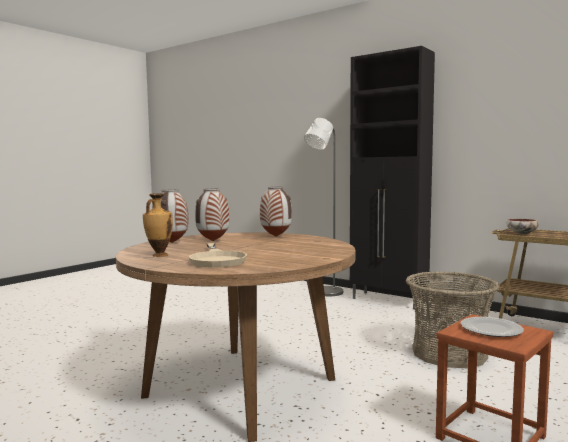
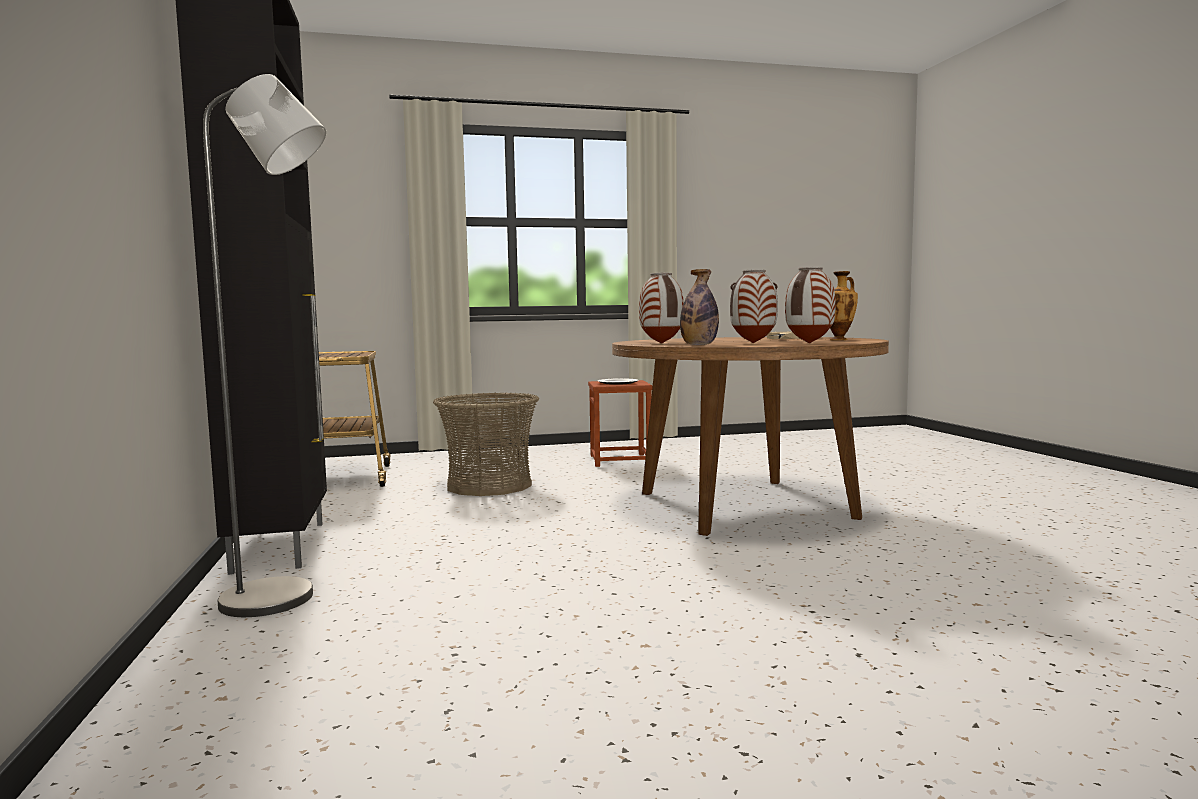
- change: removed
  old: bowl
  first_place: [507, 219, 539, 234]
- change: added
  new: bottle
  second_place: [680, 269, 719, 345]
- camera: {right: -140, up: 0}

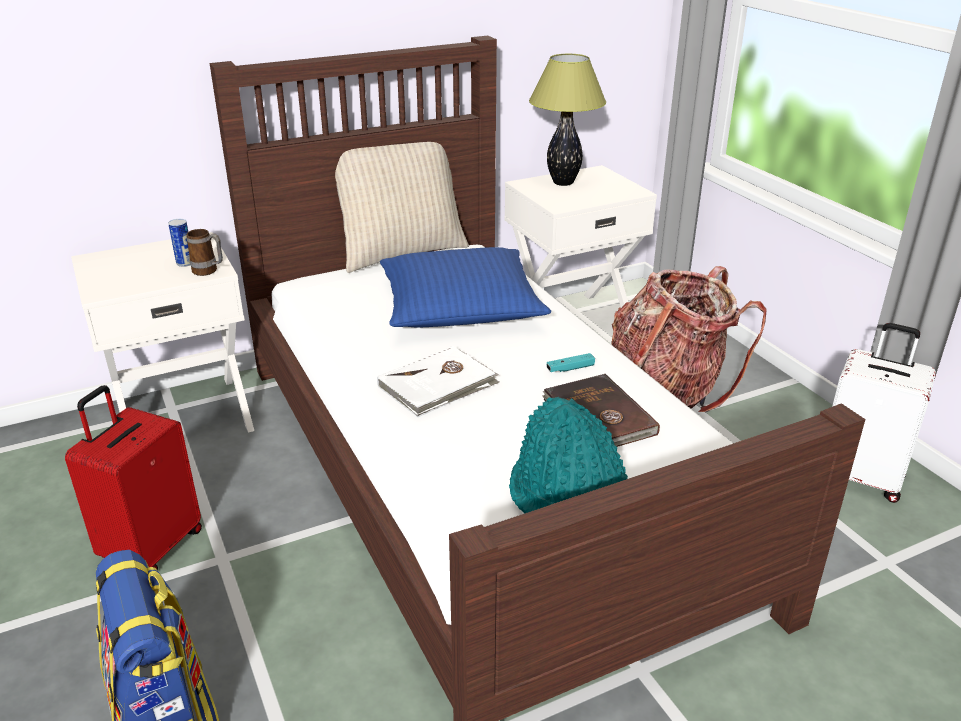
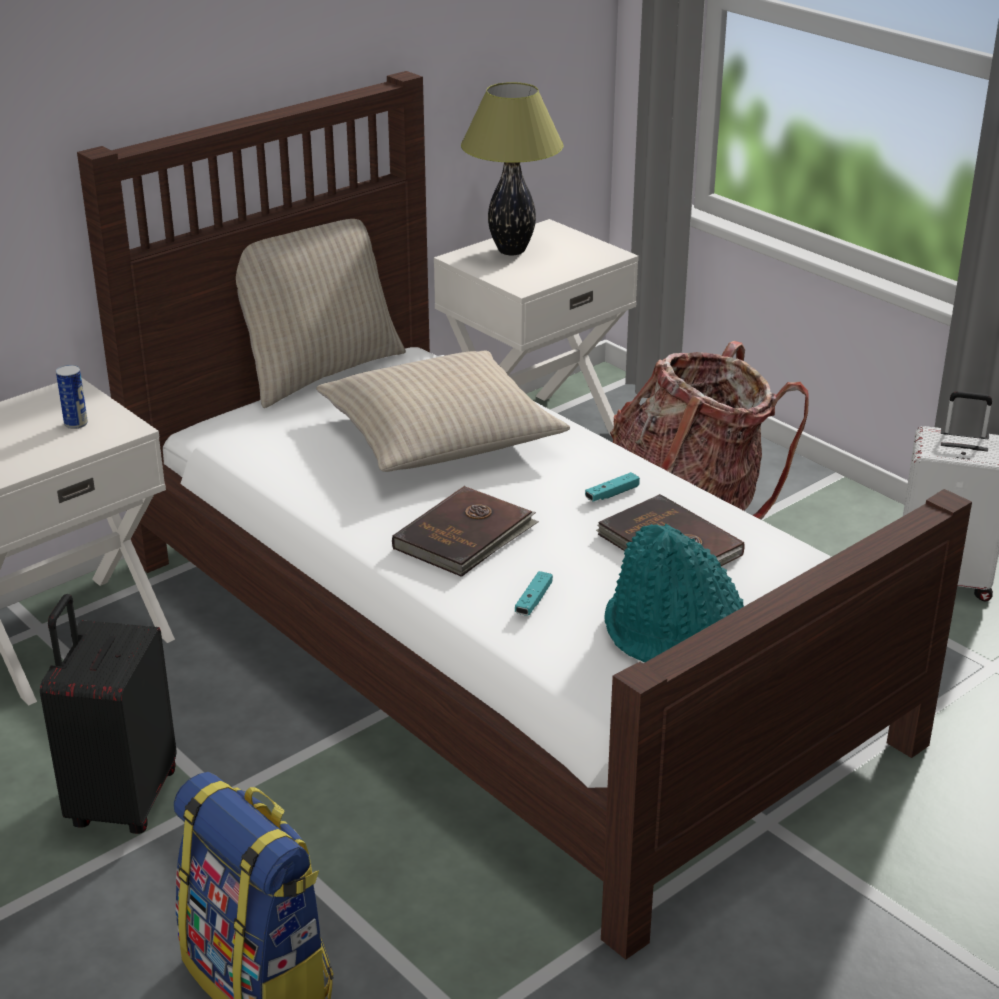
- change: removed
  old: mug
  first_place: [187, 229, 223, 276]
- change: added
  new: turquoise game controller
  second_place: [515, 571, 553, 616]
- change: recoloured
  old: red suitcase
  new: black suitcase
  first_place: [65, 385, 202, 571]
  second_place: [40, 594, 177, 834]
- change: recoloured
  old: white book
  new: brown book
  first_place: [377, 346, 499, 417]
  second_place: [392, 486, 539, 577]
- change: recoloured
  old: blue pillow
  new: beige pillow
  first_place: [380, 247, 551, 327]
  second_place: [316, 350, 570, 472]
- camera: {right: -15, up: 0}

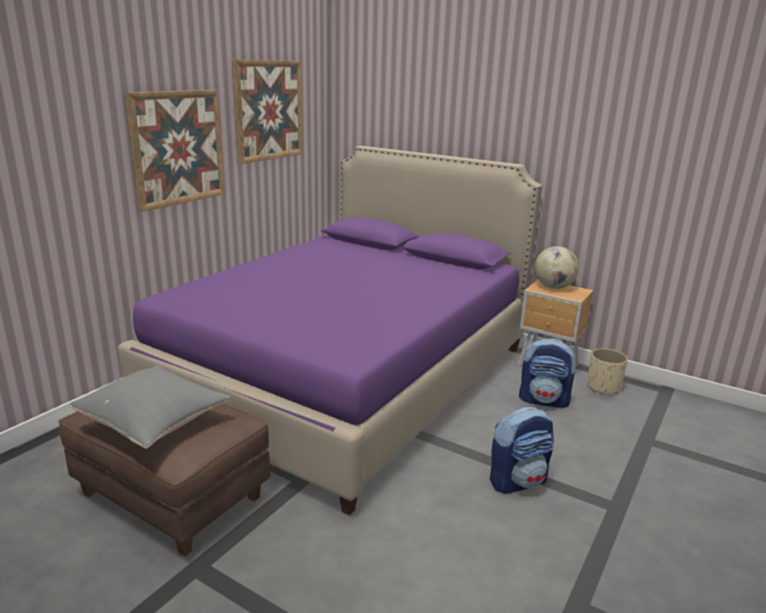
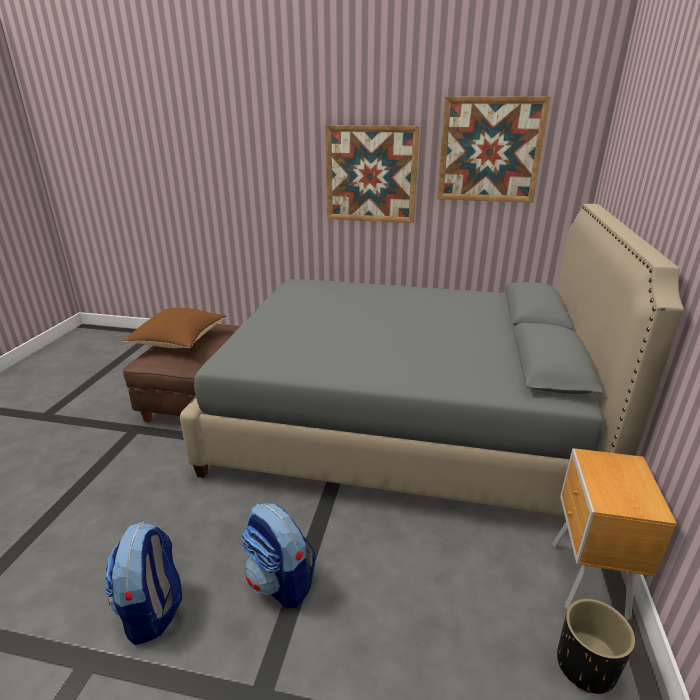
- change: removed
  old: globe
  first_place: [535, 246, 579, 289]
- change: moved
  old: backpack
  first_place: [519, 338, 577, 408]
  second_place: [105, 522, 182, 645]
- change: recoloured
  old: grey pillow
  new: brown pillow
  first_place: [70, 365, 232, 449]
  second_place: [123, 308, 226, 348]
- change: recoloured
  old: purple bed
  new: grey bed
  first_place: [118, 146, 542, 516]
  second_place: [180, 204, 684, 516]
- change: recoloured
  old: beige planter
  new: black planter
  first_place: [587, 348, 628, 395]
  second_place: [557, 599, 635, 694]
- camera: {right: 70, up: 5}

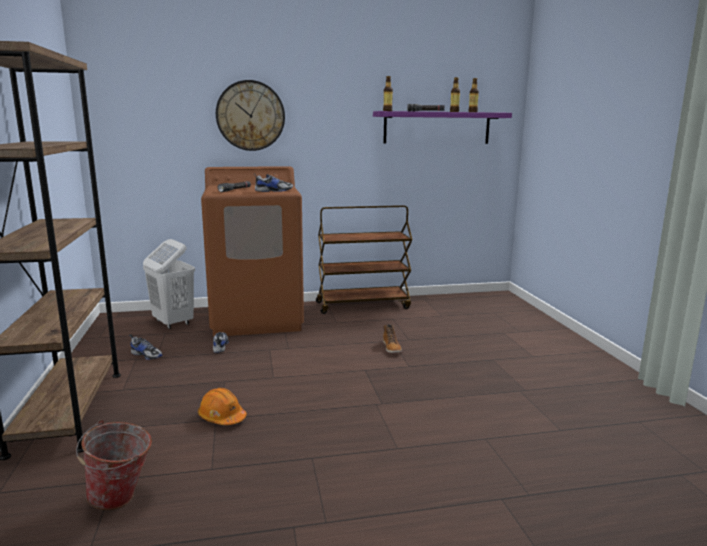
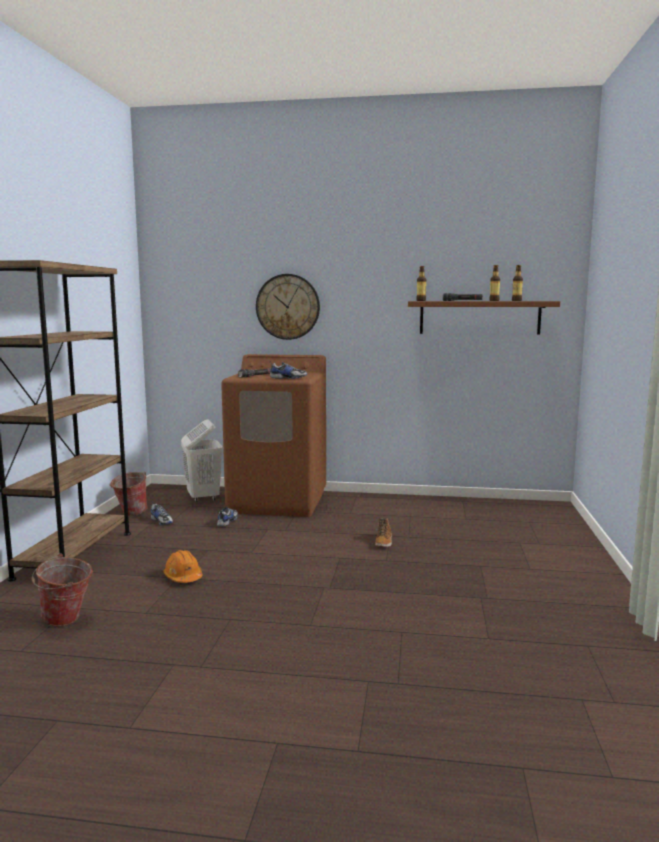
- change: removed
  old: brown cart
  first_place: [316, 205, 412, 314]
- change: added
  new: bucket
  second_place: [109, 472, 148, 516]
- change: recoloured
  old: purple shelf
  new: brown shelf
  first_place: [373, 111, 512, 144]
  second_place: [408, 301, 560, 335]
- camera: {right: 20, up: -5}

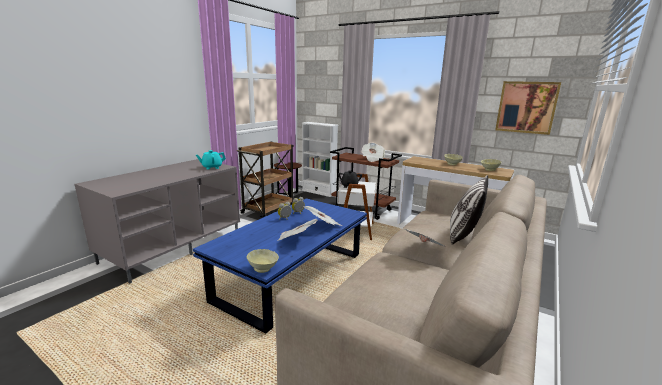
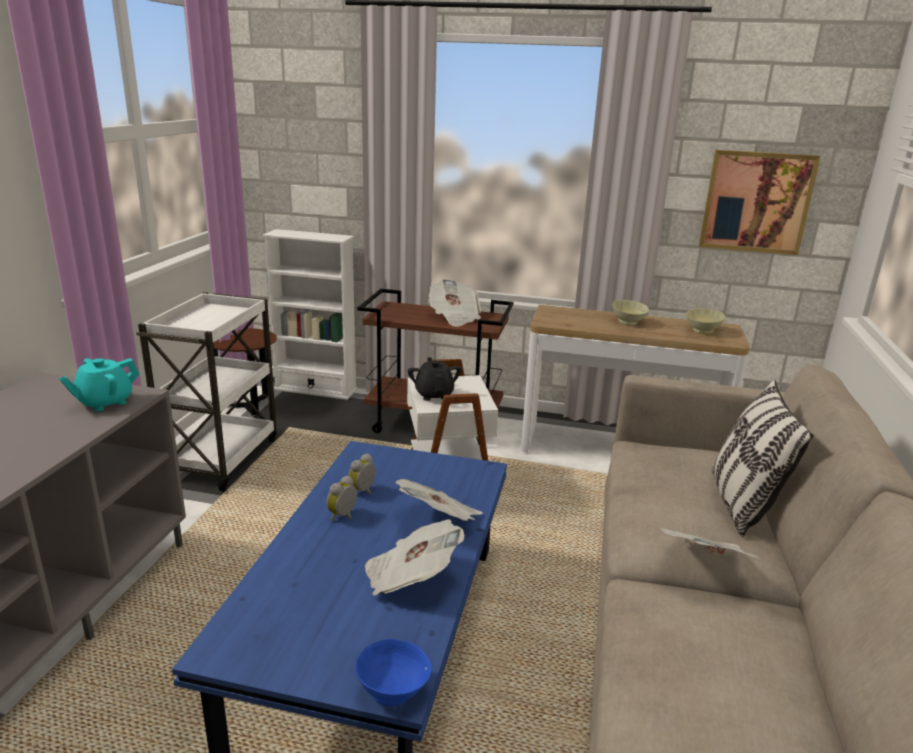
- change: recoloured
  old: brown cart
  new: white cart
  first_place: [237, 141, 294, 218]
  second_place: [136, 292, 277, 492]
- change: recoloured
  old: beige bowl
  new: blue bowl
  first_place: [247, 249, 279, 273]
  second_place: [355, 639, 432, 706]
- camera: {right: -20, up: 5}

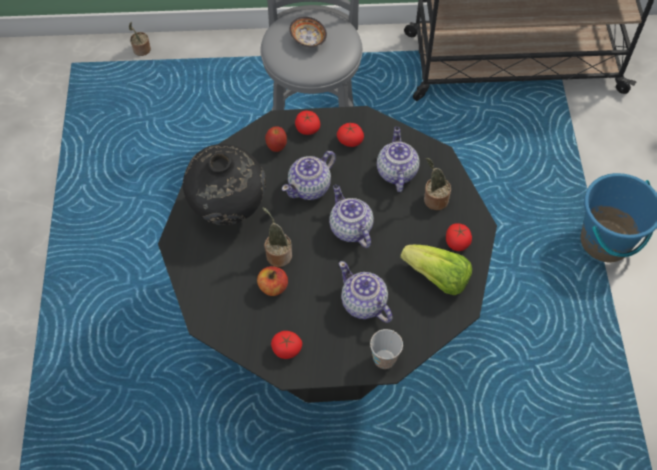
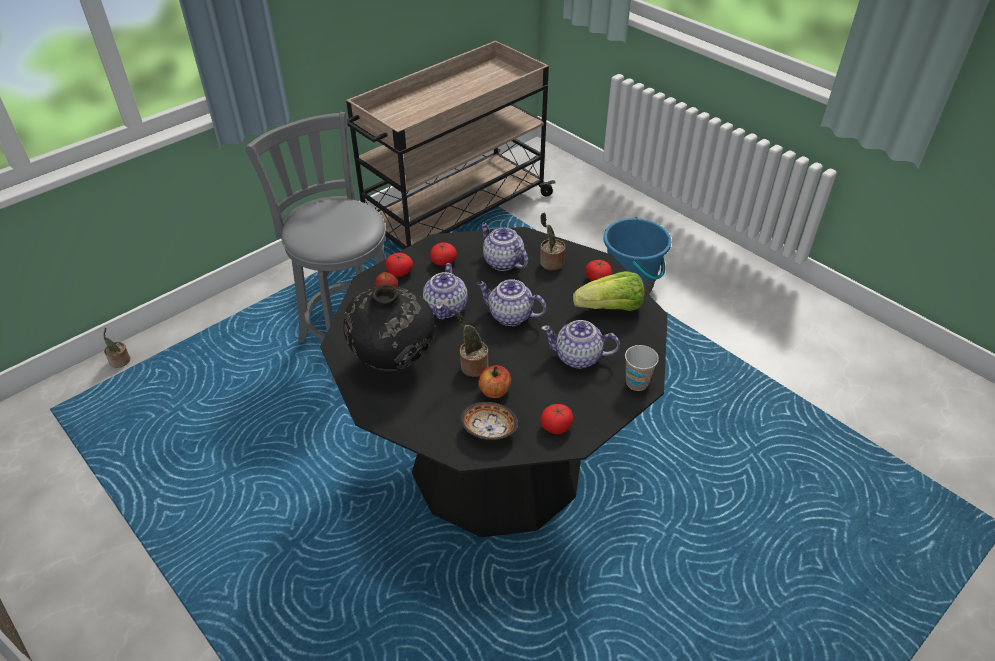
- change: moved
  old: bowl
  first_place: [289, 17, 327, 47]
  second_place: [460, 402, 518, 440]
- camera: {right: -40, up: -15}

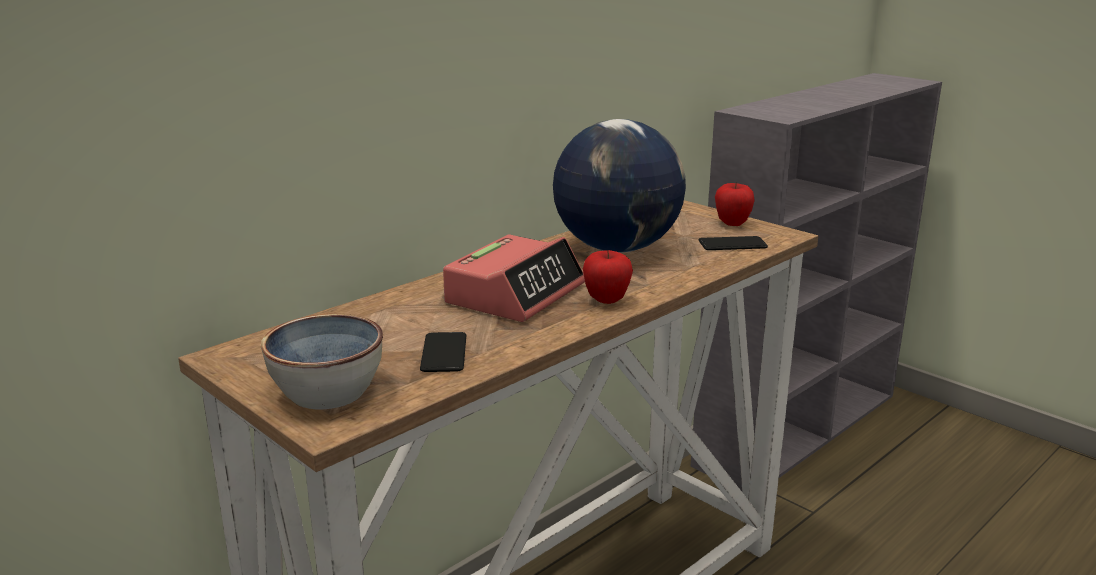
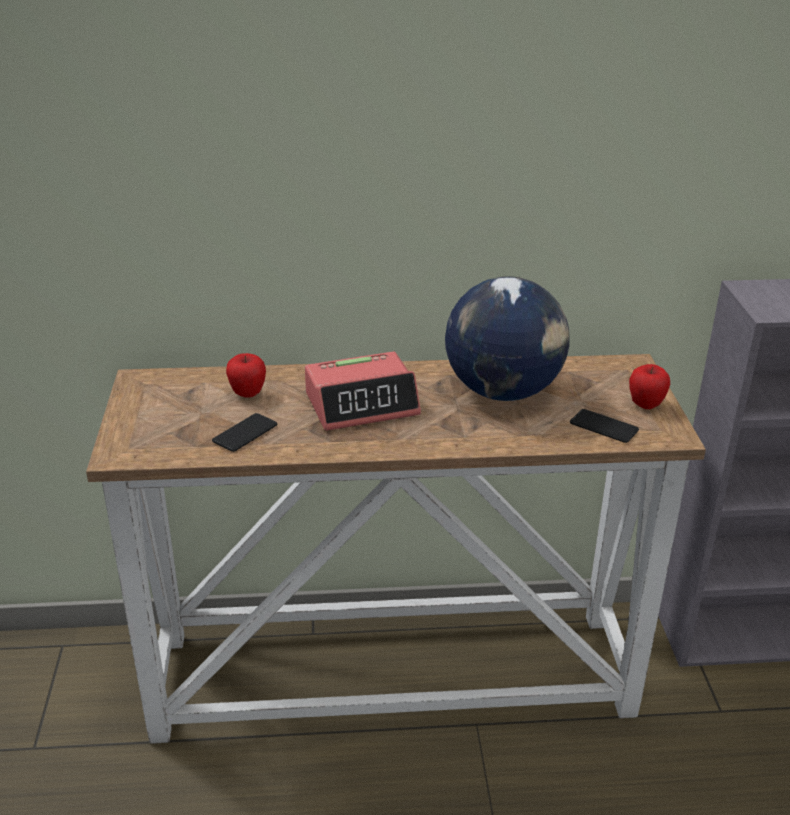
- change: removed
  old: bowl
  first_place: [261, 314, 383, 409]
- change: moved
  old: apple
  first_place: [583, 250, 633, 304]
  second_place: [226, 353, 266, 397]
- camera: {right: 40, up: 10}

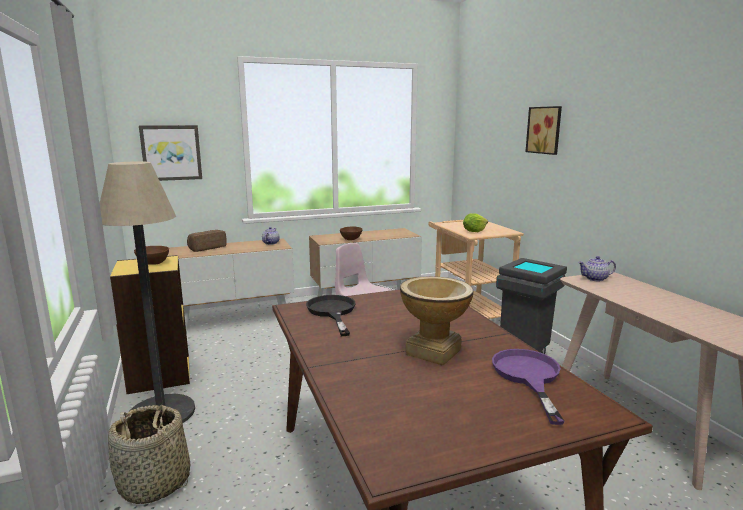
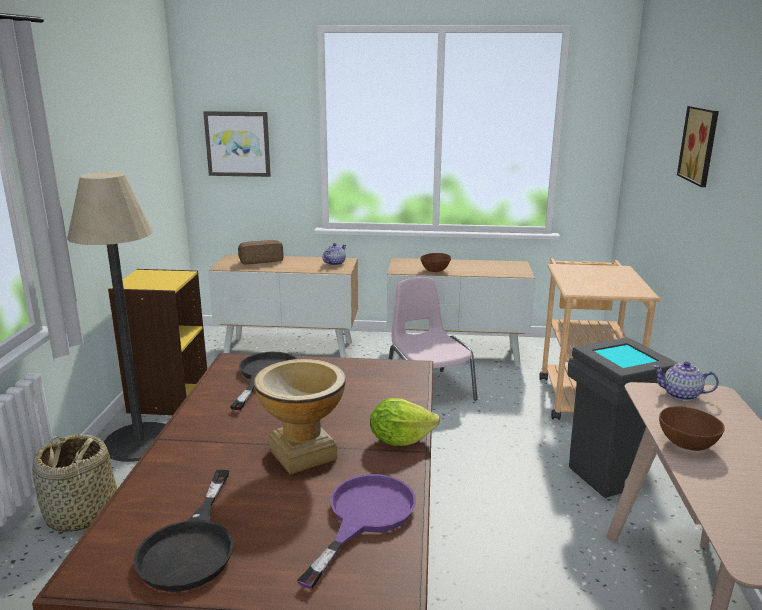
- change: added
  new: black frying pan
  second_place: [134, 470, 234, 592]
- change: moved
  old: brown bowl
  first_place: [134, 246, 169, 265]
  second_place: [659, 406, 725, 451]
- change: moved
  old: lettuce
  first_place: [463, 214, 488, 232]
  second_place: [370, 398, 440, 446]
- camera: {right: 25, up: 5}

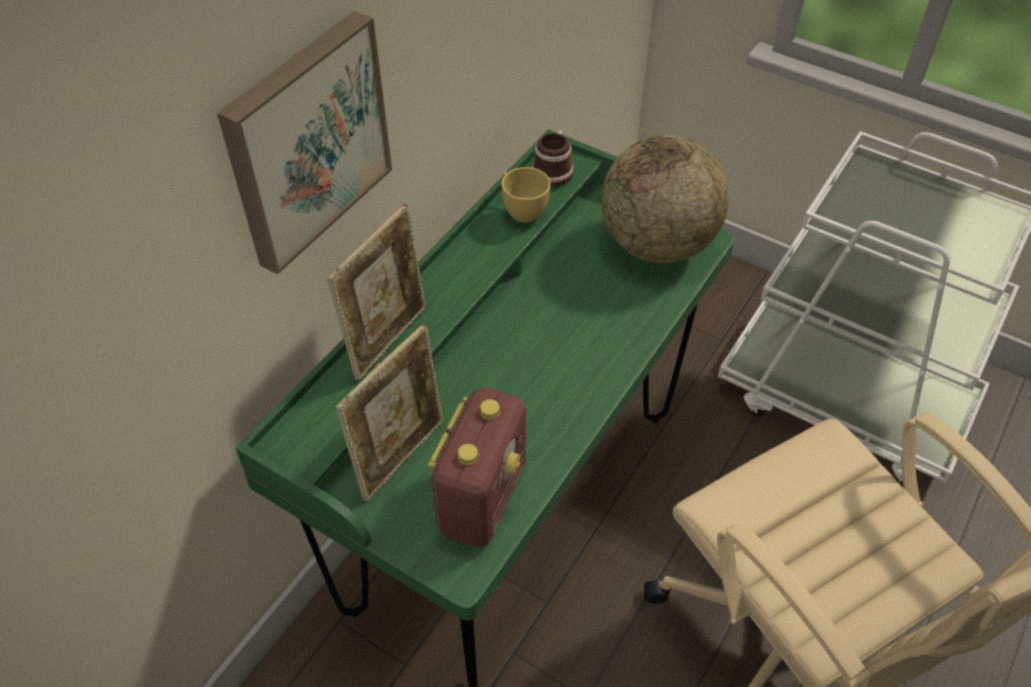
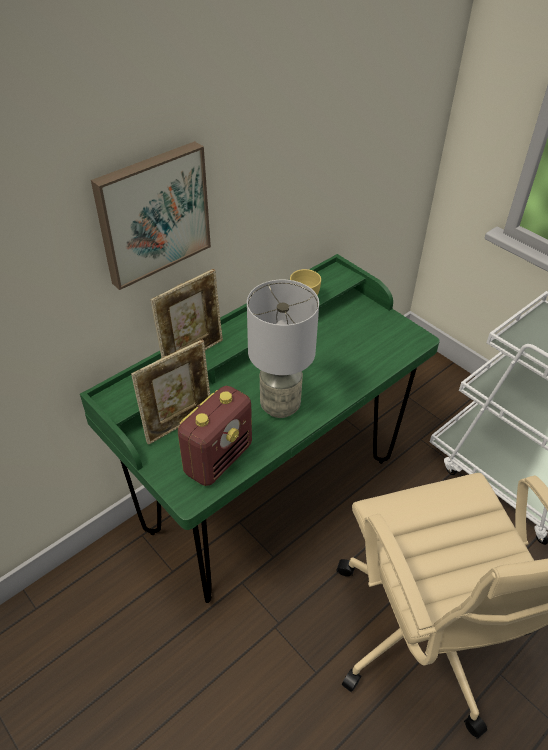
- change: removed
  old: mug
  first_place: [532, 130, 573, 187]
- change: removed
  old: globe
  first_place: [601, 135, 729, 263]
- change: added
  new: grey table lamp
  second_place: [247, 280, 319, 418]
- camera: {right: 15, up: -5}

